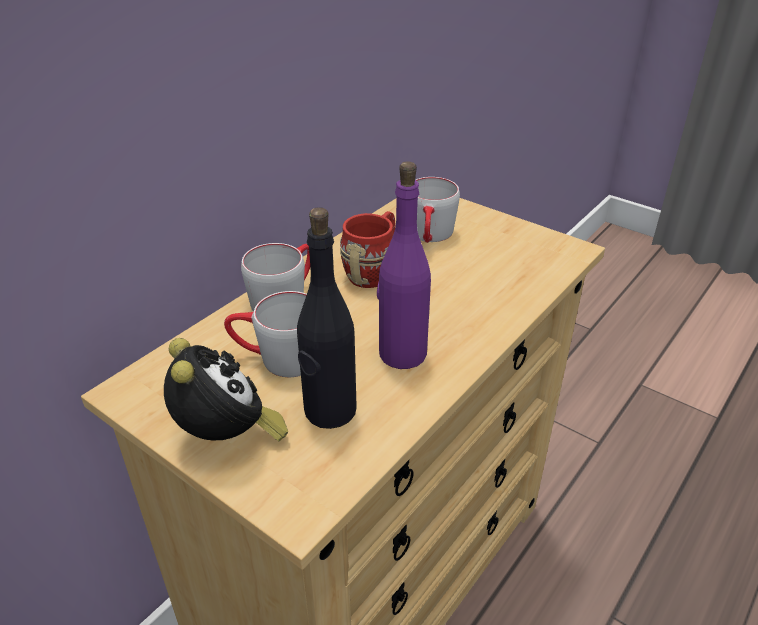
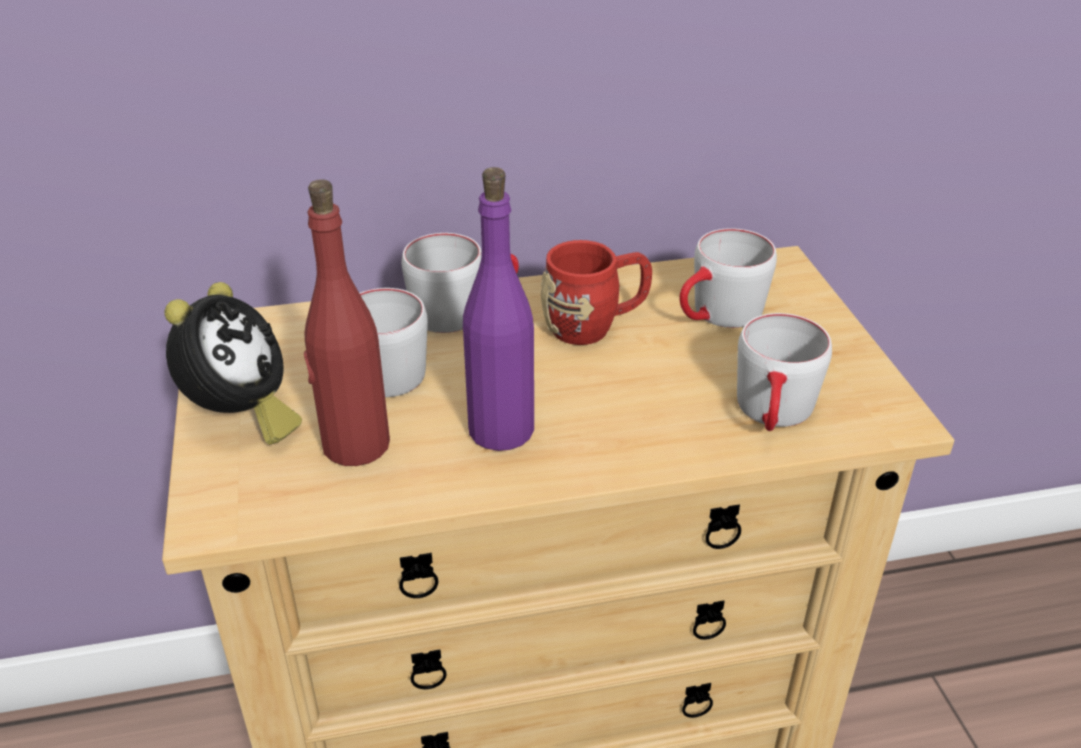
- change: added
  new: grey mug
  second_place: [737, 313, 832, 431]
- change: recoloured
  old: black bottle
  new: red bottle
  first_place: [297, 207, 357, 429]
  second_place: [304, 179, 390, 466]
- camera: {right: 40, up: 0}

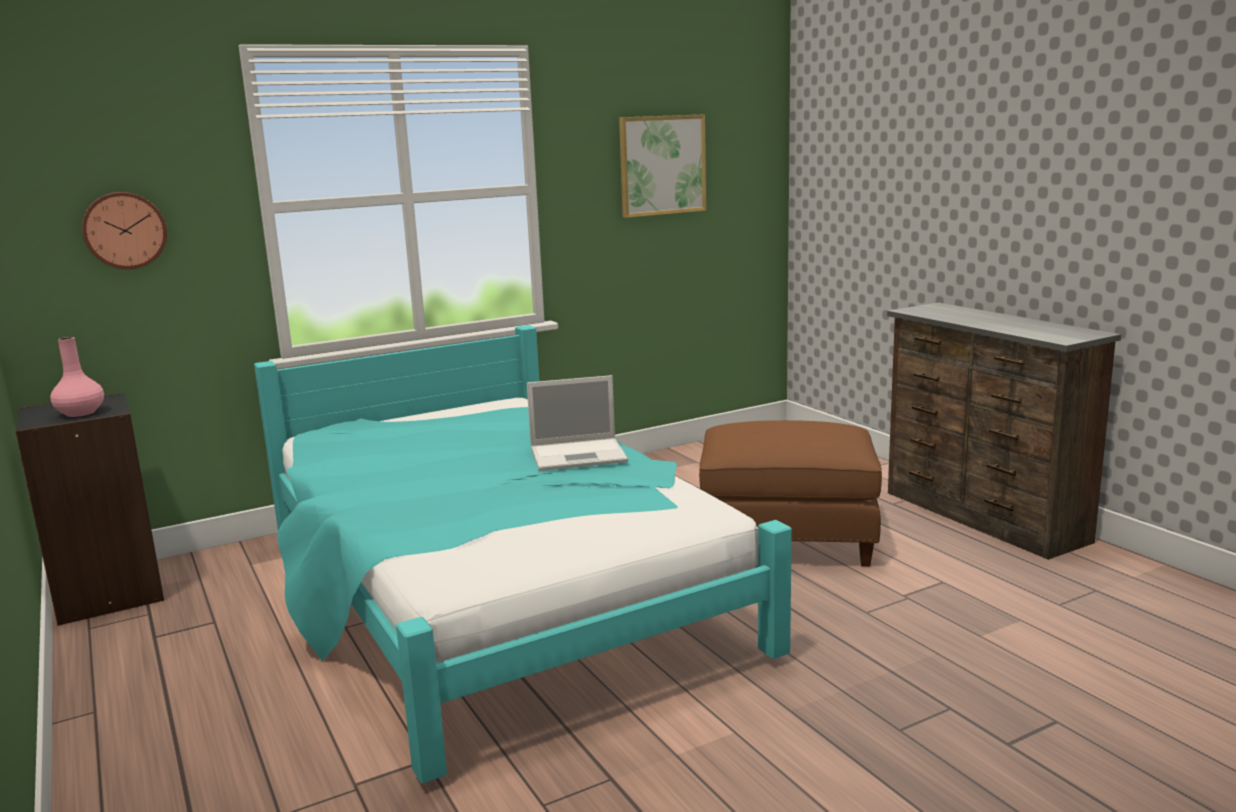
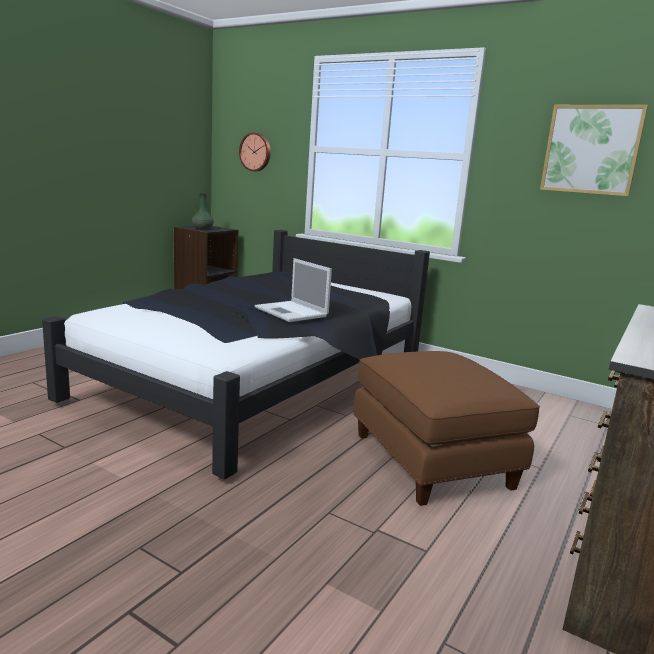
- change: recoloured
  old: pink vase
  new: green vase
  first_place: [50, 337, 104, 417]
  second_place: [192, 193, 214, 230]
- change: recoloured
  old: turquoise bed
  new: black bed
  first_place: [254, 325, 792, 784]
  second_place: [42, 230, 430, 480]
- camera: {right: 60, up: 0}

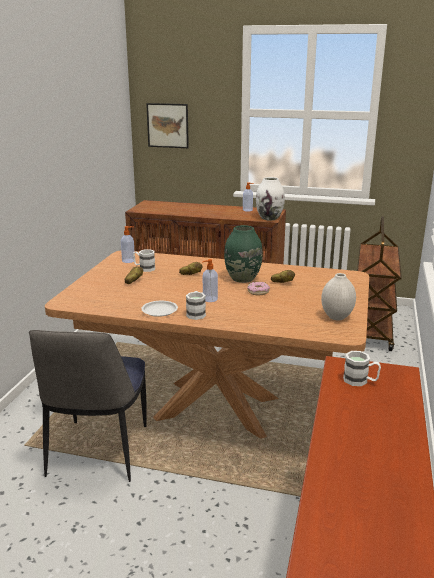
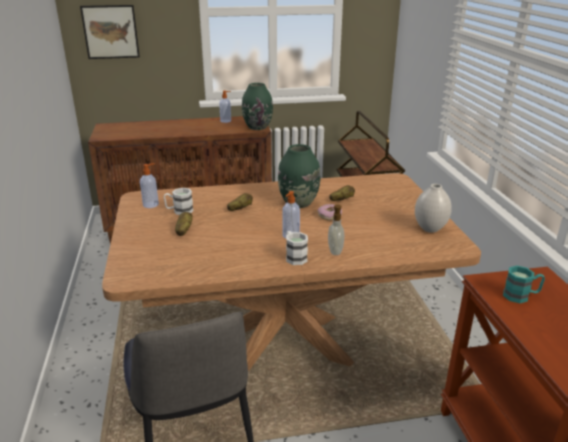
- change: removed
  old: white plate
  first_place: [141, 301, 178, 317]
- change: added
  new: soap dispenser
  second_place: [328, 205, 345, 255]
- change: recoloured
  old: white vase
  new: green vase
  first_place: [256, 177, 285, 220]
  second_place: [242, 83, 273, 130]
- change: recoloured
  old: white mug
  new: turquoise mug
  first_place: [343, 351, 381, 386]
  second_place: [503, 266, 545, 303]
- camera: {right: -25, up: 5}

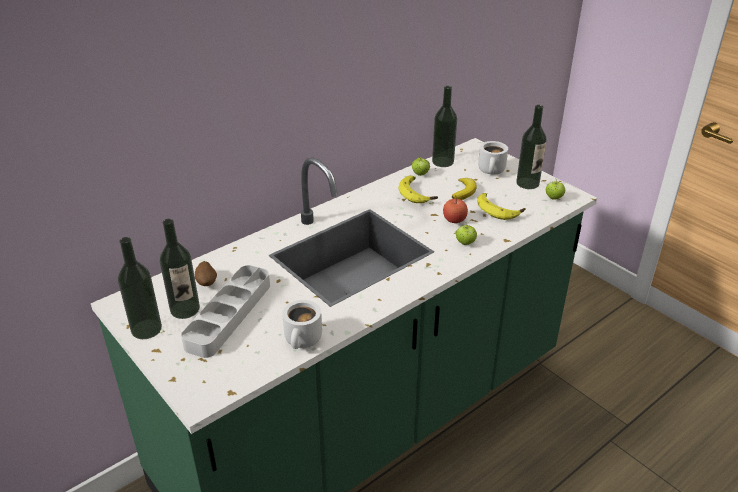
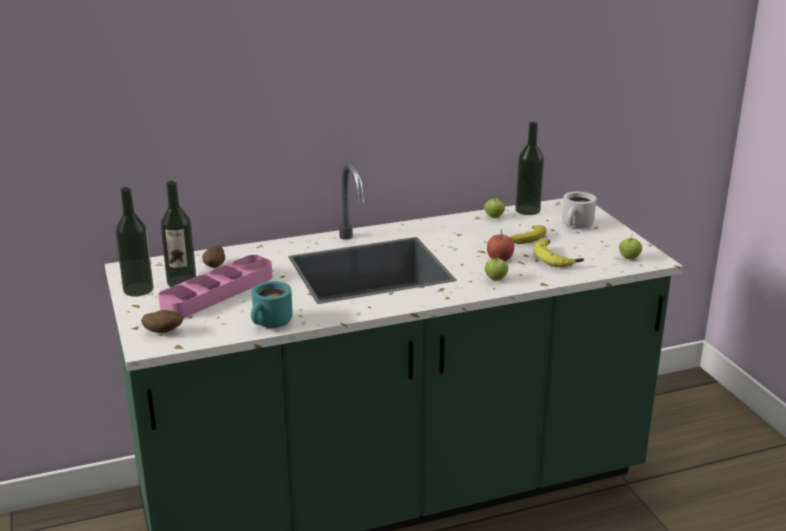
- change: removed
  old: banana
  first_place: [398, 175, 438, 203]
- change: removed
  old: bottle
  first_place: [516, 105, 547, 189]
- change: added
  new: potato
  second_place: [141, 310, 183, 333]
- change: recoloured
  old: grey tray
  new: pink tray
  first_place: [181, 265, 270, 358]
  second_place: [158, 255, 272, 318]
- change: recoloured
  old: white mug
  new: turquoise mug
  first_place: [282, 300, 322, 349]
  second_place: [251, 281, 292, 328]
- camera: {right: 20, up: -10}

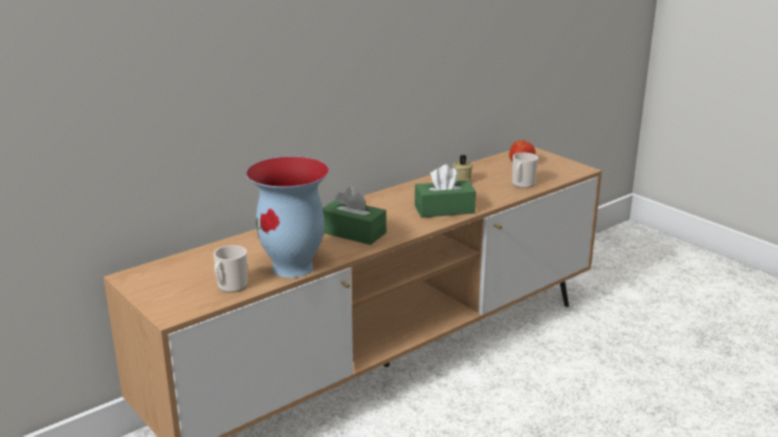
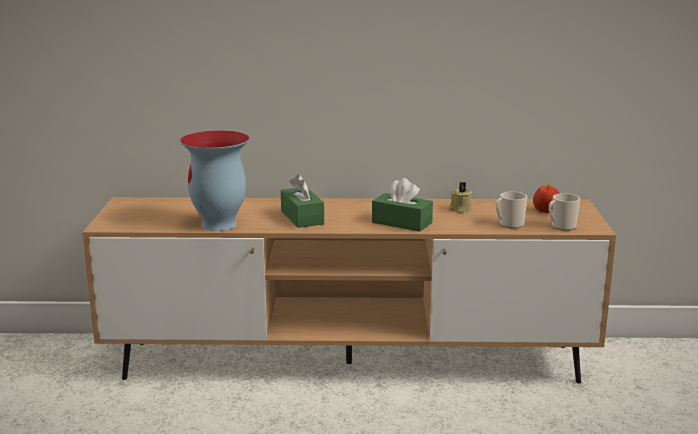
- change: moved
  old: mug
  first_place: [214, 245, 248, 293]
  second_place: [549, 193, 580, 231]
- camera: {right: 40, up: -5}

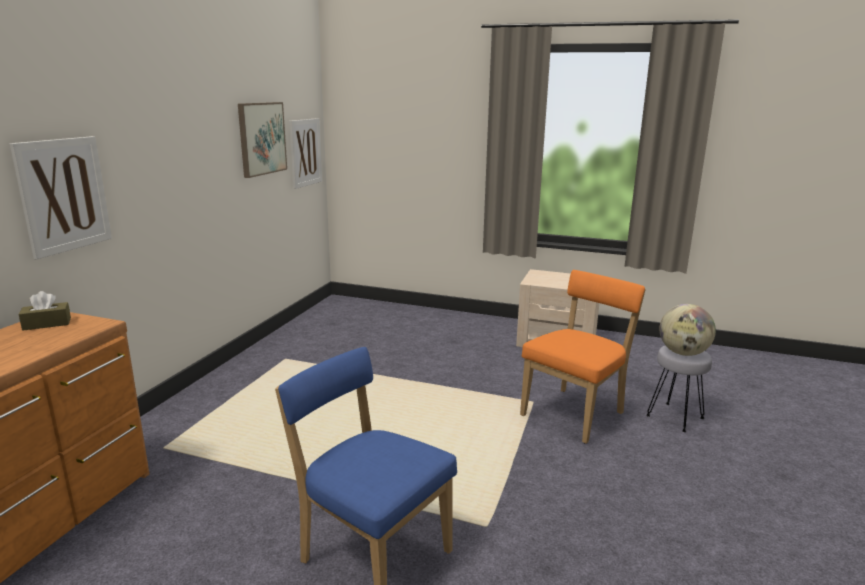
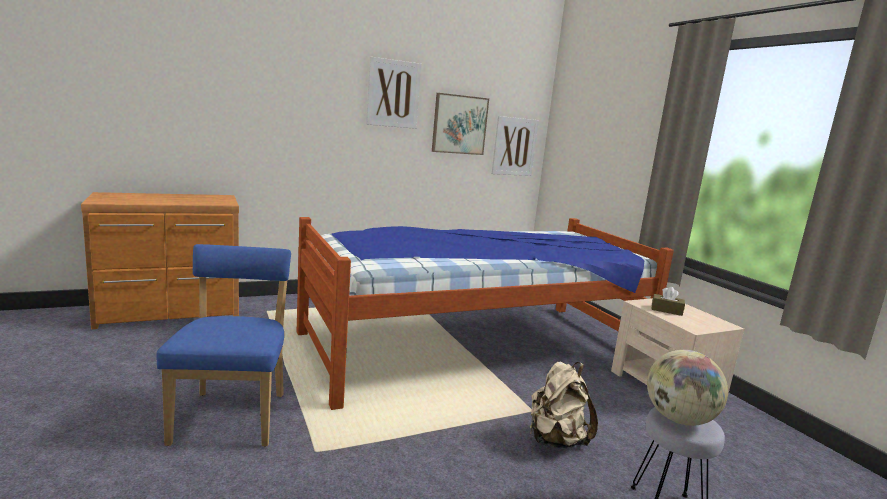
- change: added
  new: bed
  second_place: [297, 217, 674, 410]
- change: moved
  old: picture
  first_place: [10, 136, 112, 259]
  second_place: [366, 57, 421, 129]
- change: moved
  old: brown tissue box
  first_place: [19, 291, 71, 330]
  second_place: [652, 287, 685, 316]
- change: replaced
  old: orange chair
  new: beige backpack
  first_place: [520, 270, 646, 444]
  second_place: [530, 362, 598, 448]
- camera: {right: 45, up: -5}

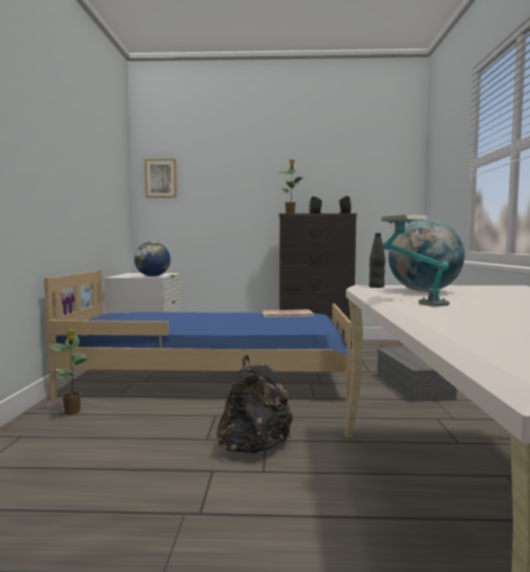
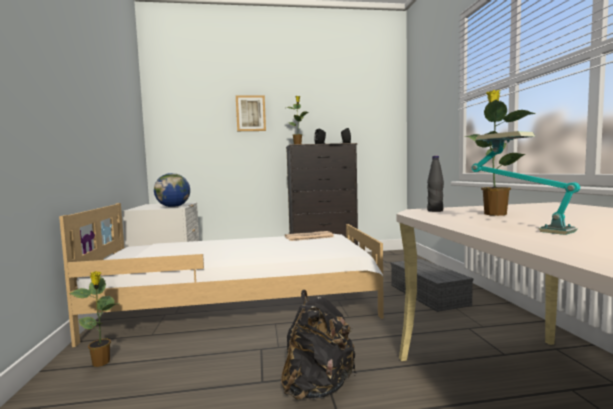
- change: moved
  old: picture
  first_place: [144, 159, 177, 198]
  second_place: [236, 95, 266, 131]
- change: replaced
  old: globe
  new: potted plant
  first_place: [388, 220, 465, 292]
  second_place: [465, 90, 537, 216]
- change: recoloured
  old: blue bed
  new: white bed
  first_place: [44, 270, 351, 403]
  second_place: [59, 203, 384, 347]
- camera: {right: -10, up: 0}

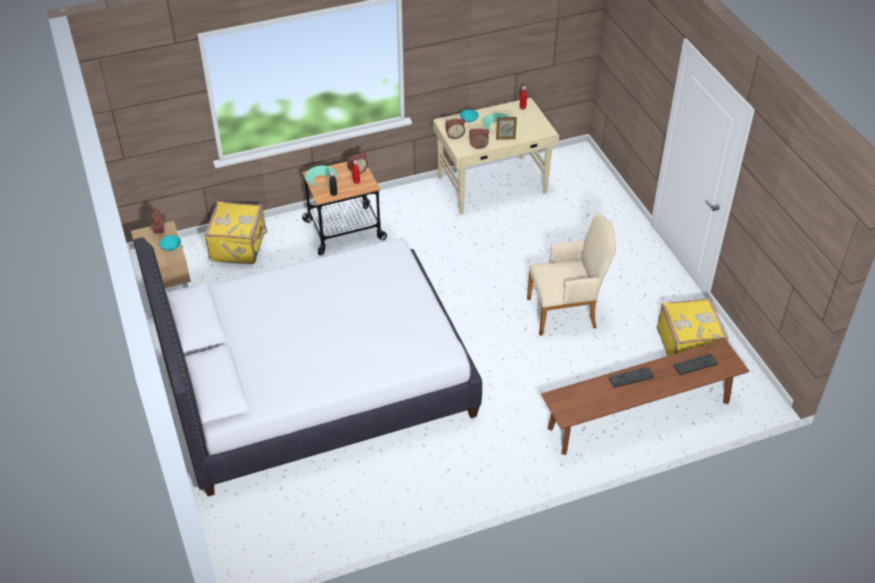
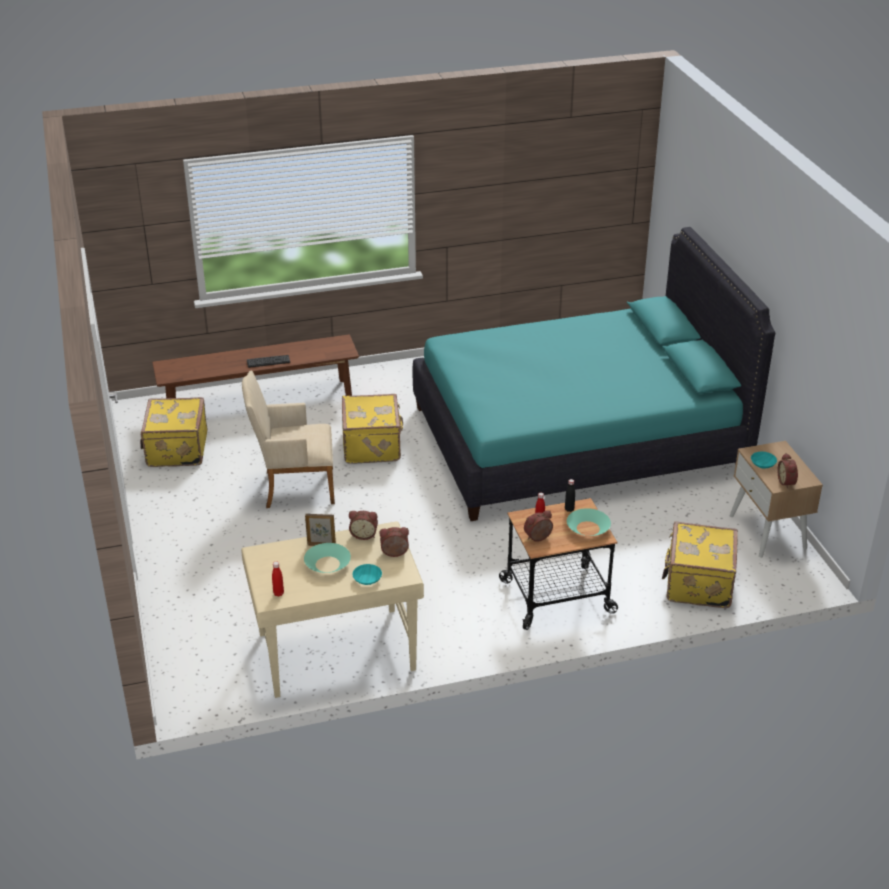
- change: removed
  old: keyboard
  first_place: [673, 354, 718, 375]
- change: added
  new: yellow suitcase
  second_place: [342, 394, 403, 464]
- change: recoloured
  old: white bed
  new: turquoise bed
  first_place: [133, 237, 482, 496]
  second_place: [413, 227, 775, 521]
- camera: {right: -175, up: -10}

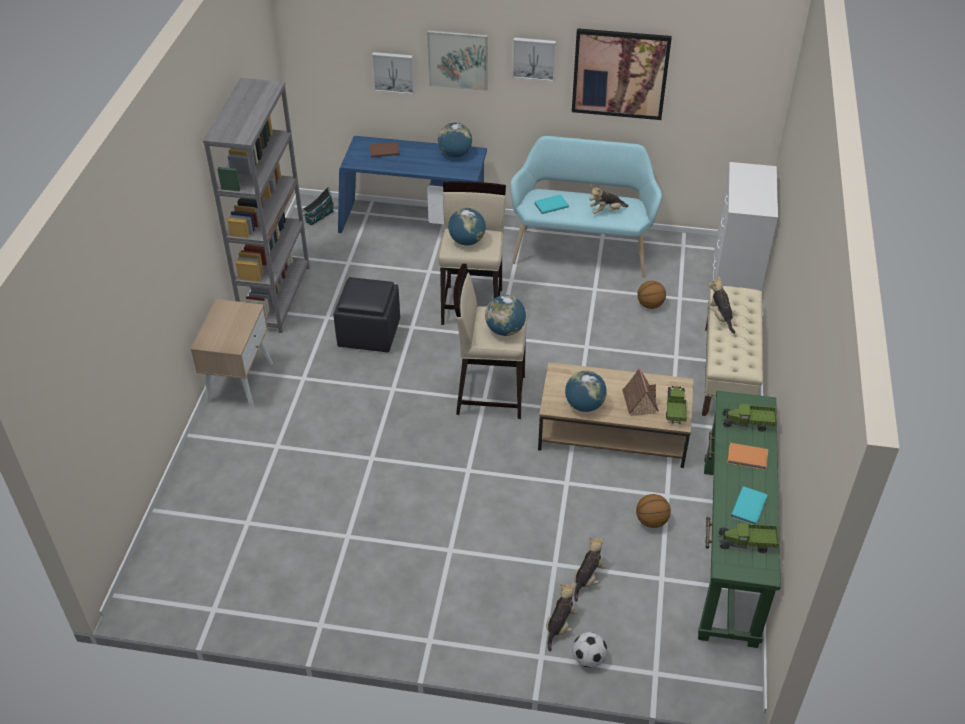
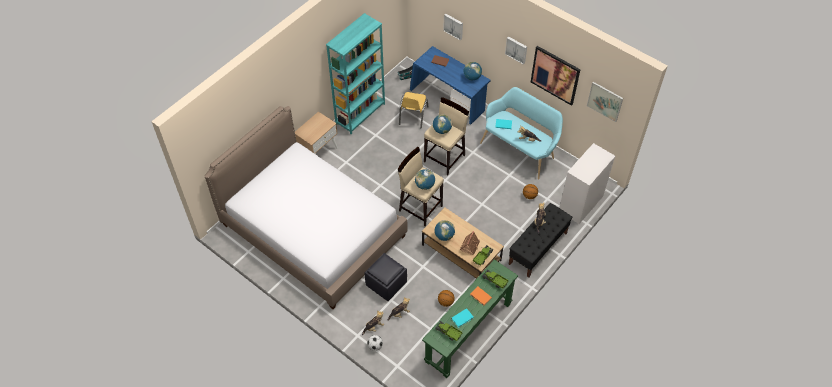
- change: added
  new: bed
  second_place: [205, 106, 408, 309]
- change: added
  new: yellow chair
  second_place: [399, 92, 429, 128]
- change: moved
  old: black ottoman
  first_place: [334, 277, 400, 352]
  second_place: [364, 253, 407, 301]
- change: moved
  old: picture
  first_place: [427, 30, 488, 91]
  second_place: [587, 82, 623, 122]
- change: recoloured
  old: grey bookcase
  new: turquoise bookcase
  first_place: [203, 78, 310, 333]
  second_place: [326, 13, 385, 134]
- change: recoloured
  old: beige bench
  new: black bench
  first_place: [702, 286, 763, 416]
  second_place: [509, 203, 573, 278]
- camera: {right: 30, up: 10}

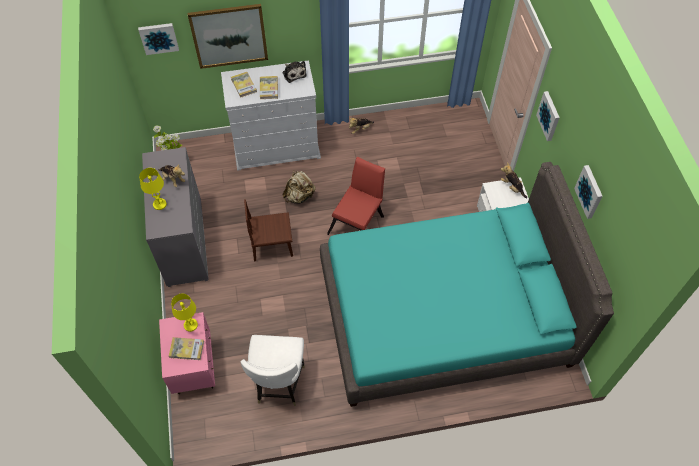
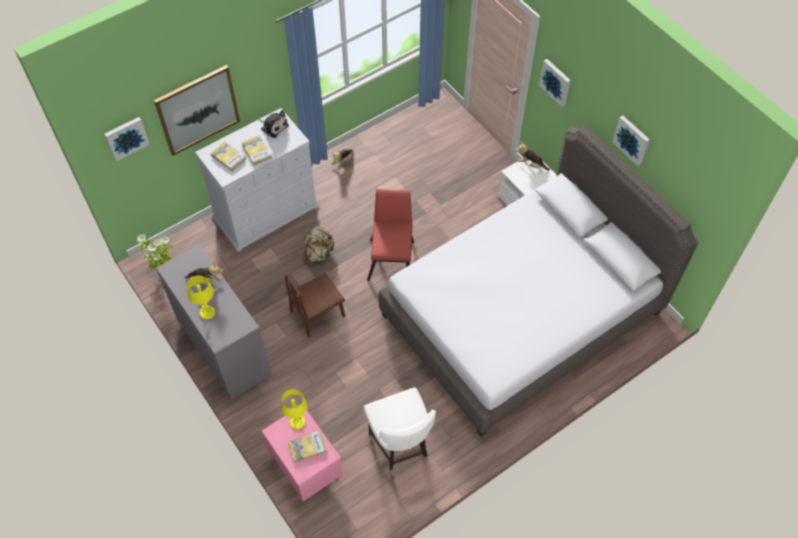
- change: recoloured
  old: turquoise bed
  new: grey bed
  first_place: [320, 162, 614, 407]
  second_place: [379, 126, 698, 437]
- camera: {right: -25, up: 0}

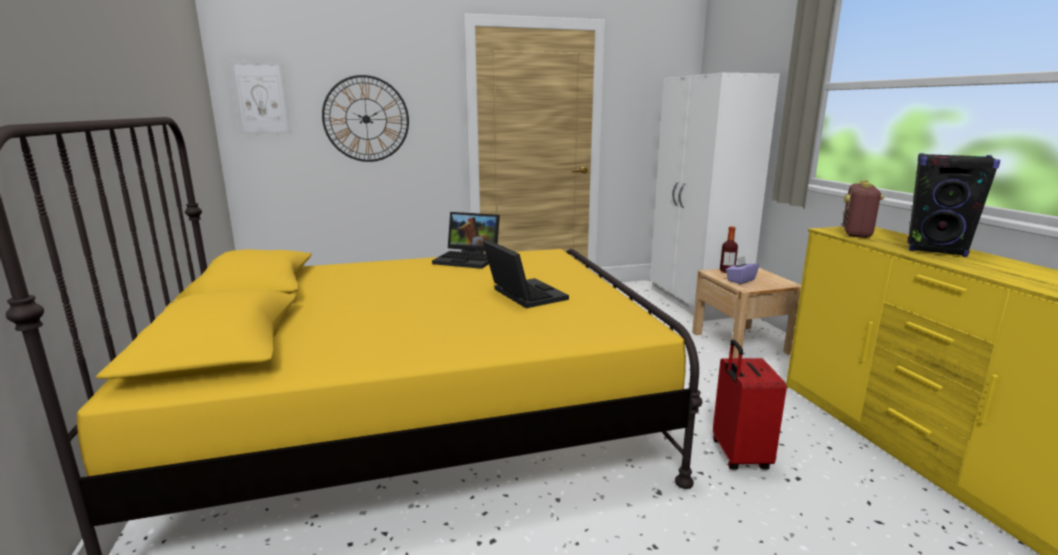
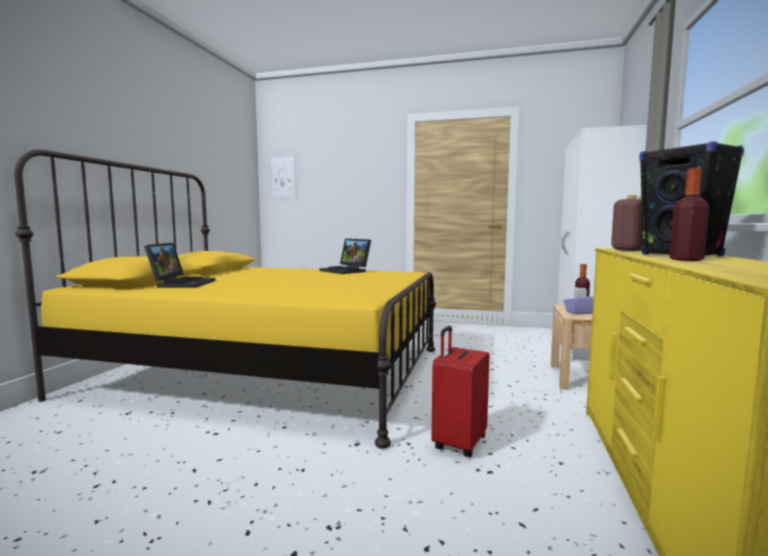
- change: removed
  old: wall clock
  first_place: [322, 75, 409, 162]
- change: added
  new: bottle
  second_place: [670, 168, 709, 261]
- change: moved
  old: laptop
  first_place: [483, 240, 569, 308]
  second_place: [144, 243, 215, 288]
- camera: {right: 30, up: -10}

